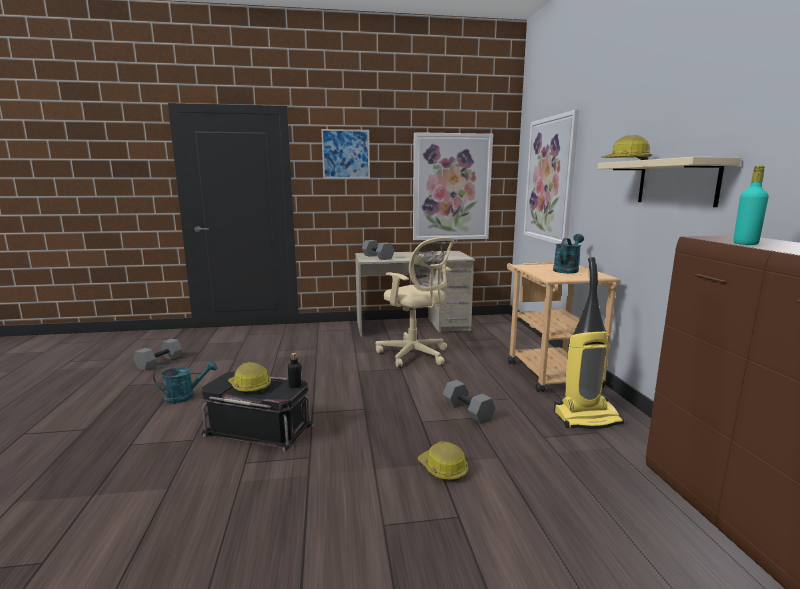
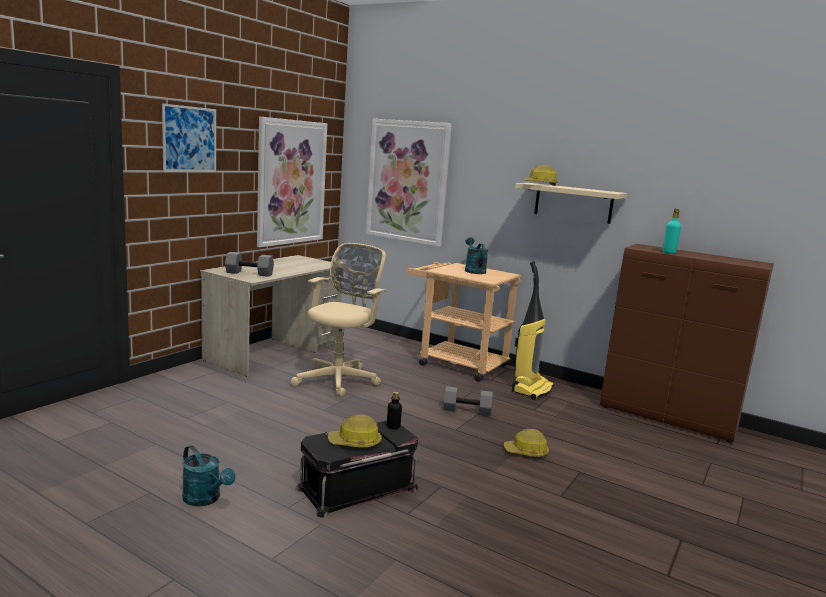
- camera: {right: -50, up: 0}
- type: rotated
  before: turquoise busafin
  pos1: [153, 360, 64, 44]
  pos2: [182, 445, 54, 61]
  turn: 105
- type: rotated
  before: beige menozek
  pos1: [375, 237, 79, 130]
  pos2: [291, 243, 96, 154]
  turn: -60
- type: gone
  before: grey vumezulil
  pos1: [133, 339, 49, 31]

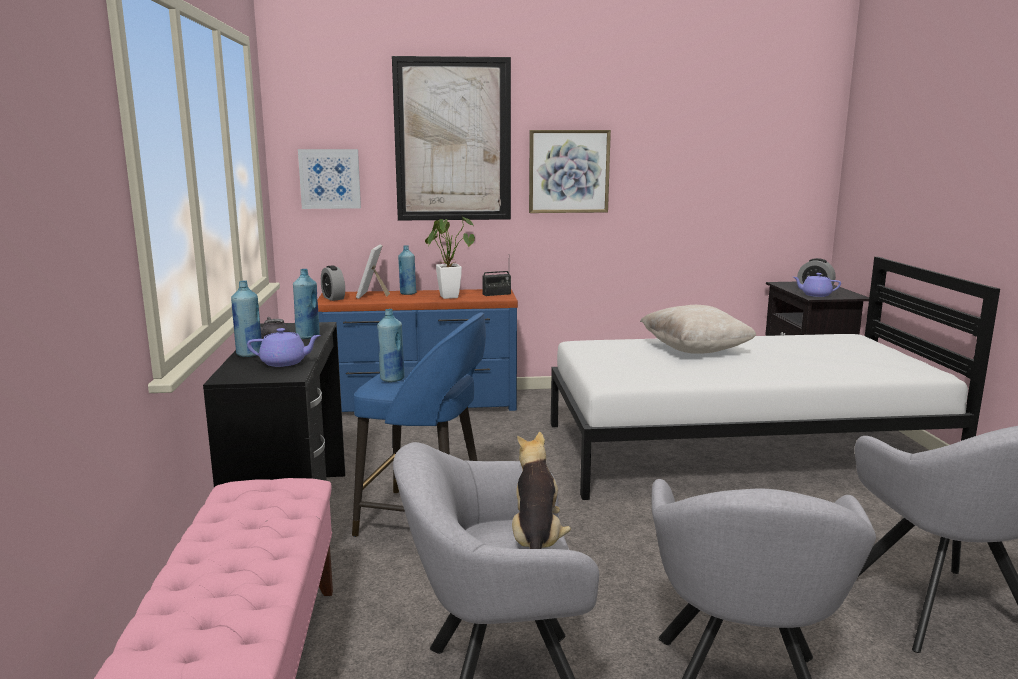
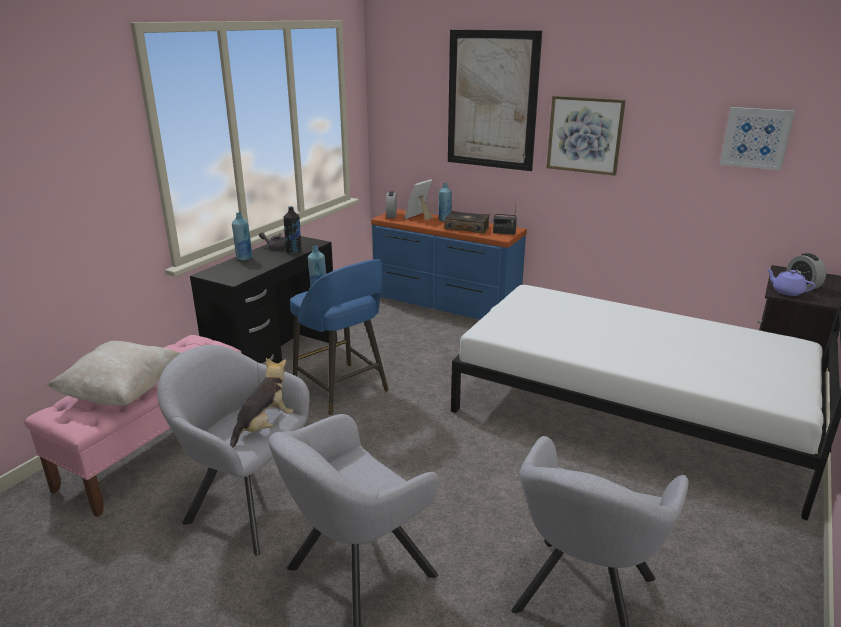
- camera: {right: 35, up: 10}
- type: shifted
  before: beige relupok
  pos1: [640, 305, 116, 49]
  pos2: [47, 341, 133, 65]
- type: repainted
  before: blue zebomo
  after: black zebomo
  pos1: [293, 269, 27, 70]
  pos2: [284, 207, 17, 46]
- type: swapped
  before: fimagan
  after: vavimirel
  pos1: [425, 216, 50, 83]
  pos2: [444, 211, 46, 23]
- type: shifted
  before: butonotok
  pos1: [298, 149, 63, 60]
  pos2: [720, 107, 75, 63]
- type: gone
  before: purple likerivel
  pos1: [247, 328, 74, 39]

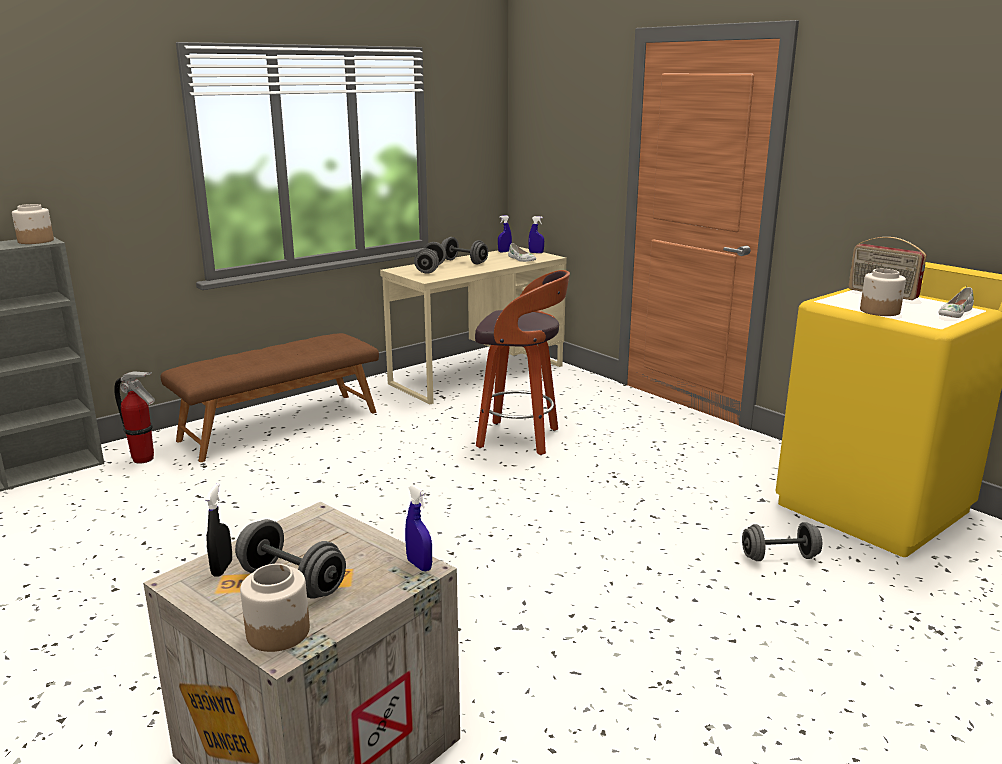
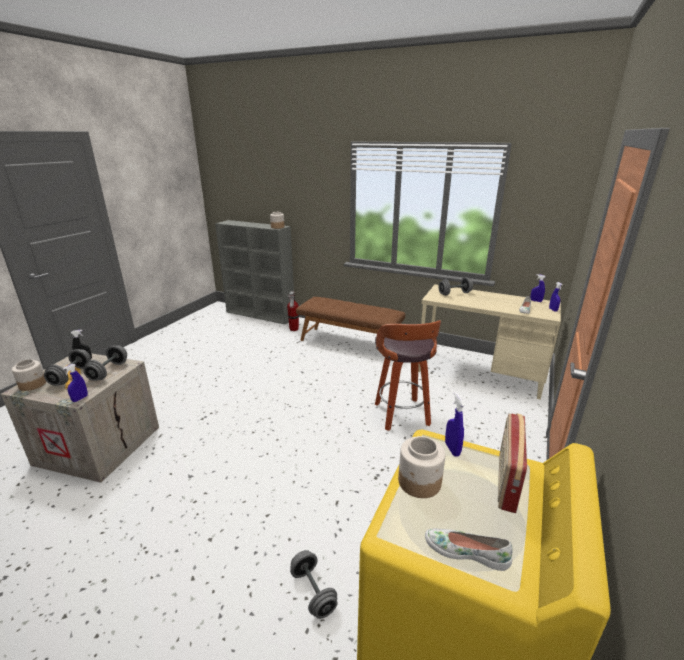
- camera: {right: 65, up: 5}
- type: shifted
  before: grey vumezulil
  pos1: [441, 237, 47, 27]
  pos2: [83, 345, 44, 36]
- type: new
  after: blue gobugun
  pos2: [445, 392, 20, 65]

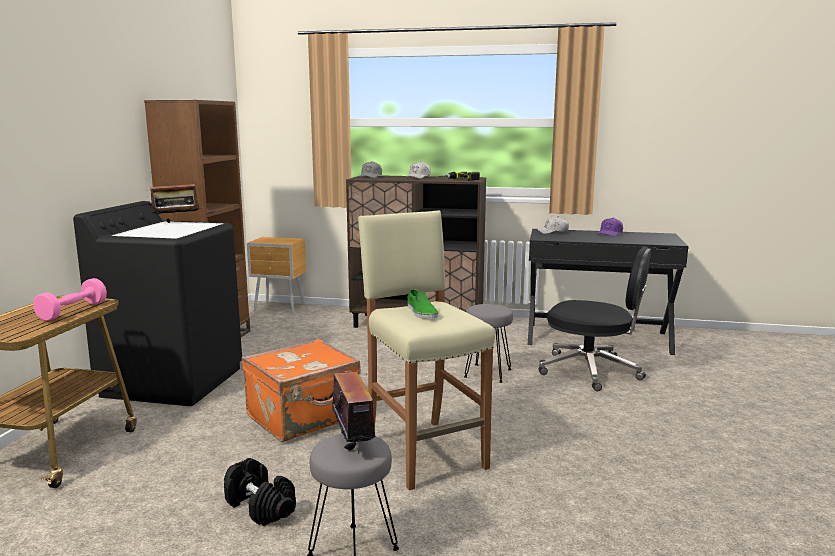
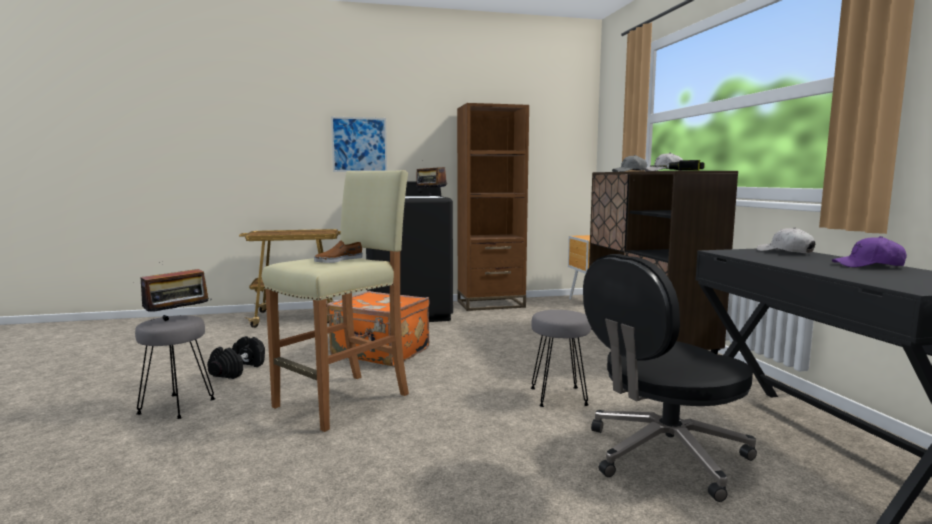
- camera: {right: 65, up: -5}
- type: repainted
  before: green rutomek
  after: brown rutomek
  pos1: [408, 289, 30, 30]
  pos2: [314, 240, 49, 23]
- type: new
  after: butonotok
  pos2: [331, 117, 56, 55]
- type: rotated
  before: black menozek
  pos1: [539, 246, 112, 145]
  pos2: [583, 254, 174, 248]
  turn: 60
- type: gone
  before: pink vumezulil
  pos1: [33, 278, 74, 43]

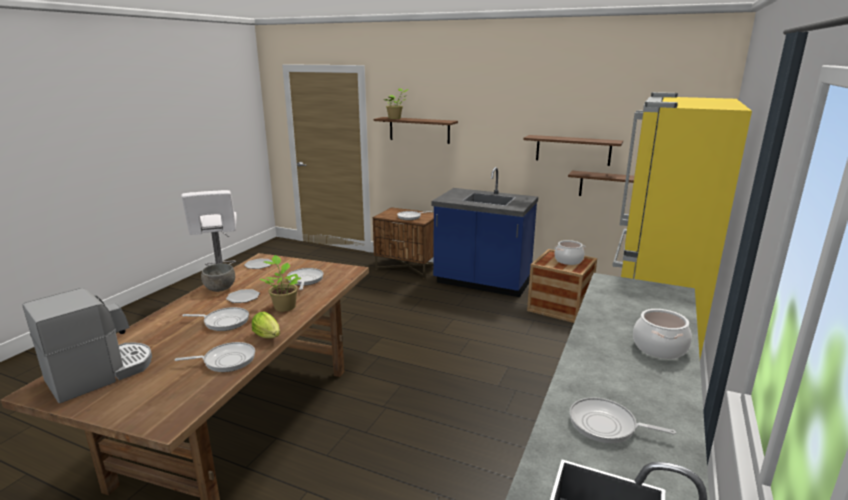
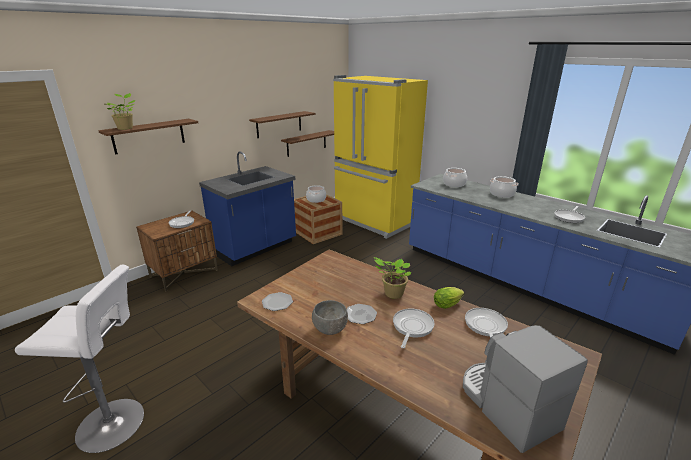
- camera: {right: -70, up: 5}
- type: new
  after: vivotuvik
  pos2: [443, 168, 24, 19]
- type: gone
  before: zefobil
  pos1: [287, 268, 36, 22]

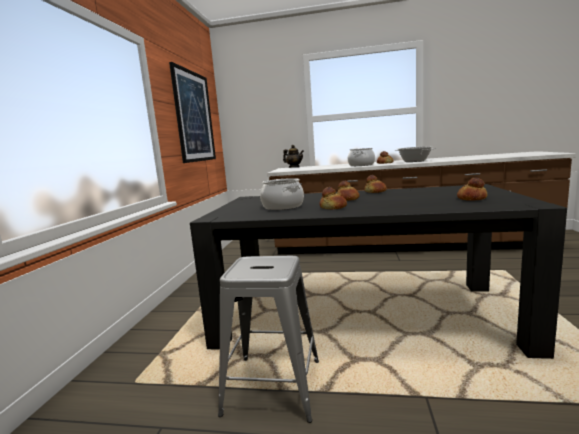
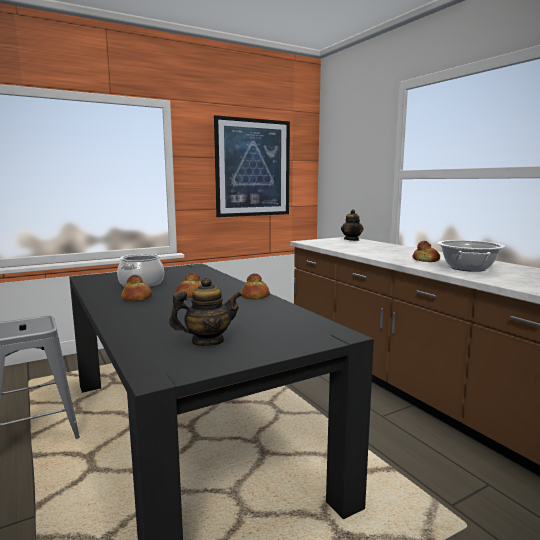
- camera: {right: 50, up: 0}
- type: swapped
  before: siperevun
  after: likerivel
  pos1: [457, 177, 30, 24]
  pos2: [169, 277, 73, 69]
- type: gone
  before: vivotuvik
  pos1: [348, 148, 27, 18]

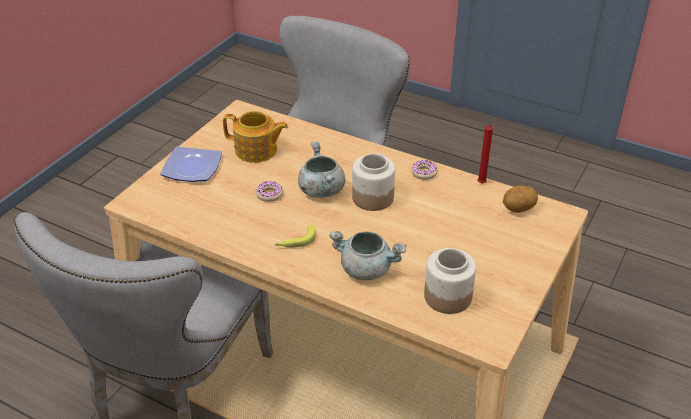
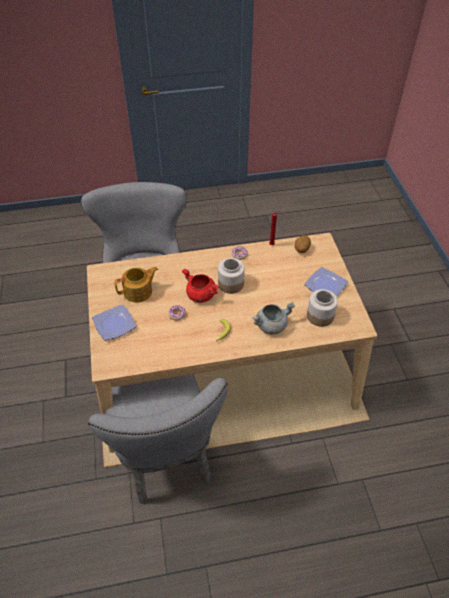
- camera: {right: -40, up: 10}
- type: repainted
  before: grey vivotuvik
  after: red vivotuvik
  pos1: [298, 142, 47, 56]
  pos2: [182, 269, 38, 34]
- type: new
  after: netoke
  pos2: [304, 267, 44, 29]

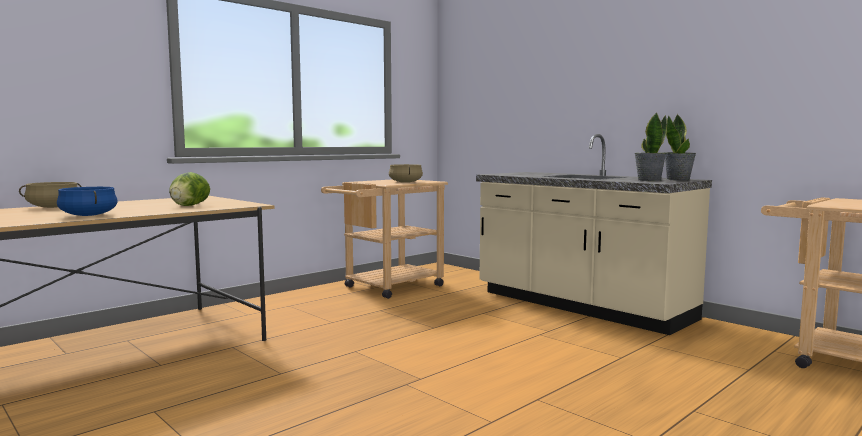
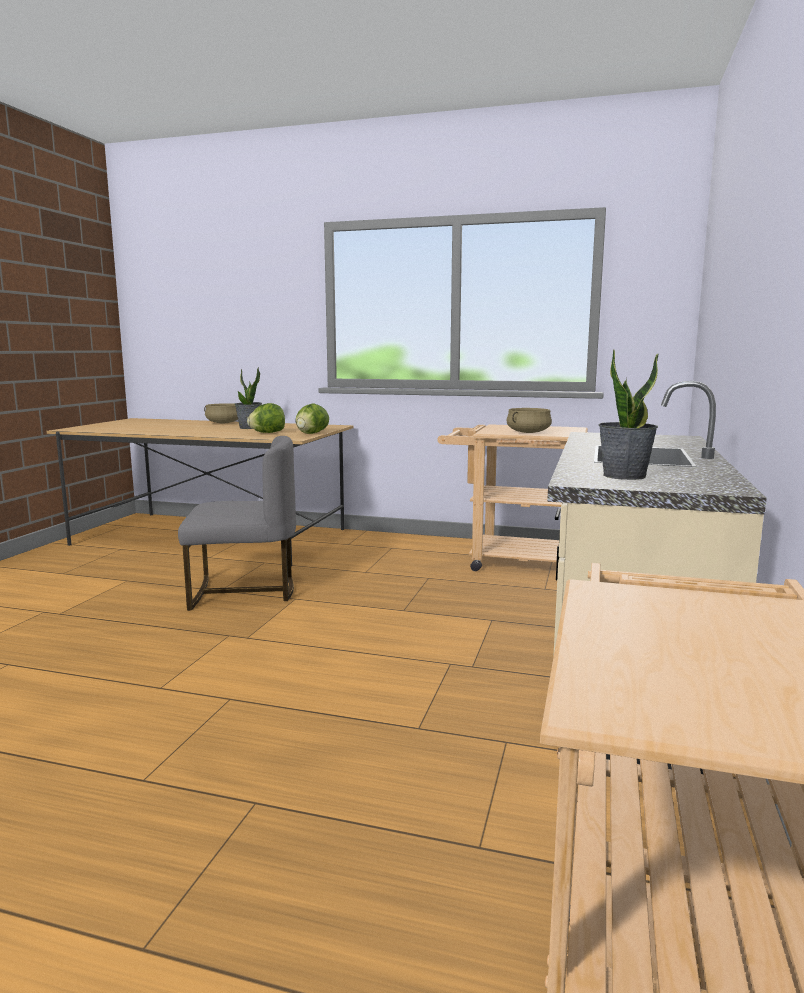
- camera: {right: 60, up: 5}
- type: new
  after: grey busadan
  pos2: [178, 436, 118, 175]
- type: shifted
  before: fimagan
  pos1: [665, 114, 31, 67]
  pos2: [235, 367, 27, 62]
- type: new
  after: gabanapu
  pos2: [295, 404, 34, 30]
- type: gone
  before: blue vivotuvik
  pos1: [57, 187, 61, 29]

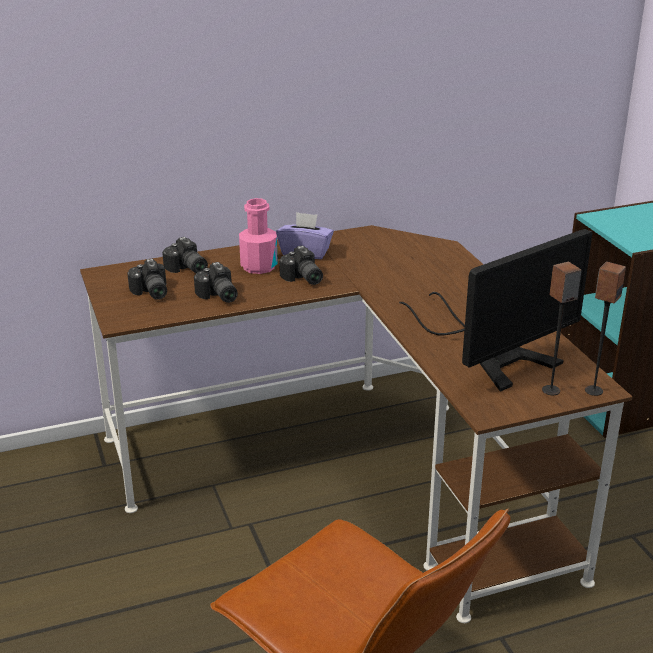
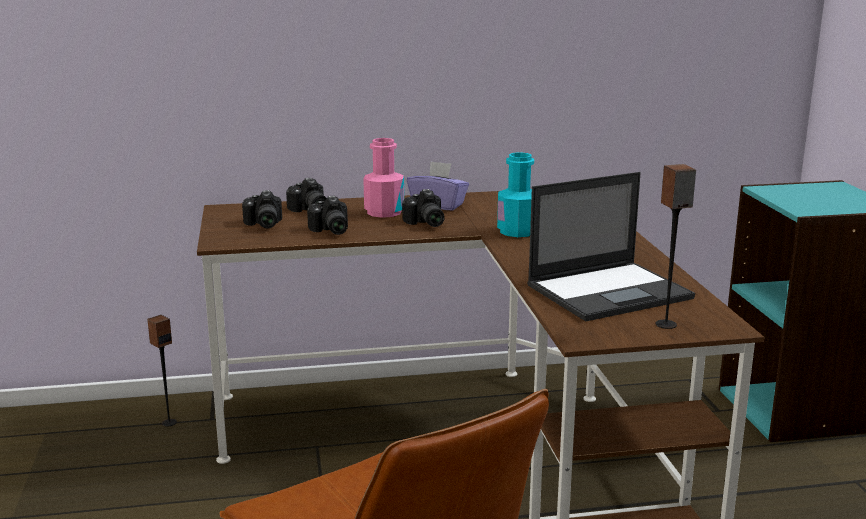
- camera: {right: 10, up: -10}
- type: shifted
  before: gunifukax
  pos1: [585, 262, 41, 134]
  pos2: [147, 315, 30, 111]
- type: new
  after: turquoise zebomo
  pos2: [497, 152, 37, 85]
- type: swapped
  before: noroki
  after: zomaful
  pos1: [399, 229, 193, 163]
  pos2: [527, 172, 168, 149]

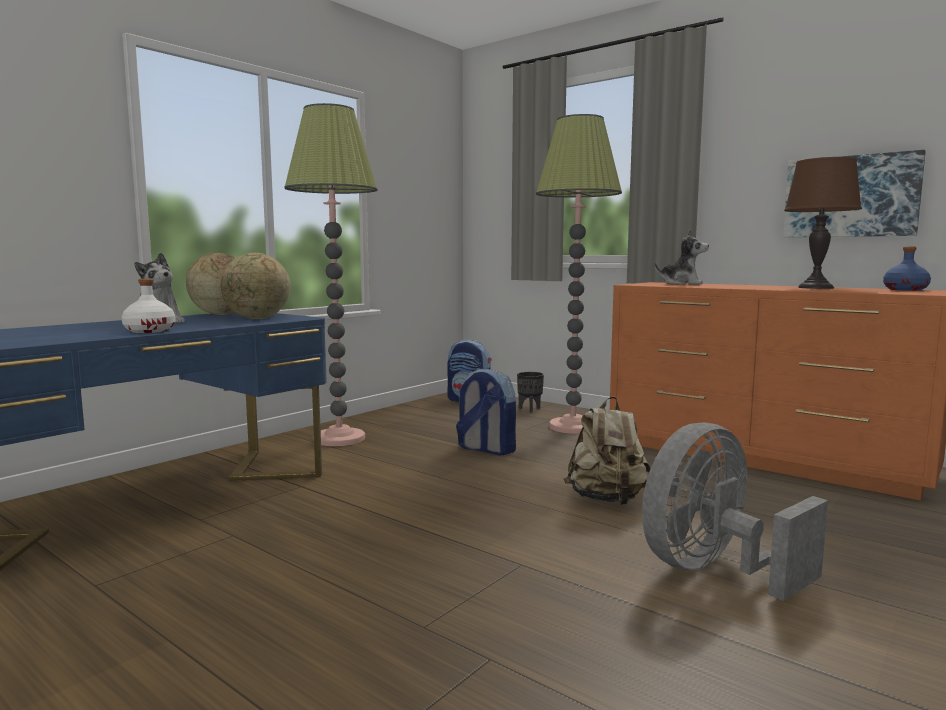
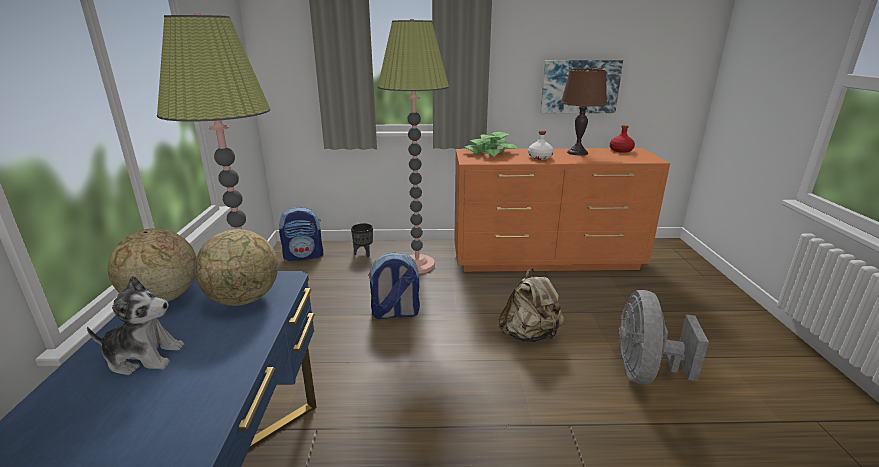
- camera: {right: -40, up: 15}
- type: swapped
  before: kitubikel
  after: fimagan
  pos1: [654, 230, 55, 55]
  pos2: [465, 132, 54, 25]
- type: shifted
  before: white zebomo
  pos1: [121, 279, 54, 54]
  pos2: [528, 130, 25, 30]
- type: repainted
  before: blue zebomo
  after: red zebomo
  pos1: [883, 247, 48, 44]
  pos2: [610, 125, 25, 28]

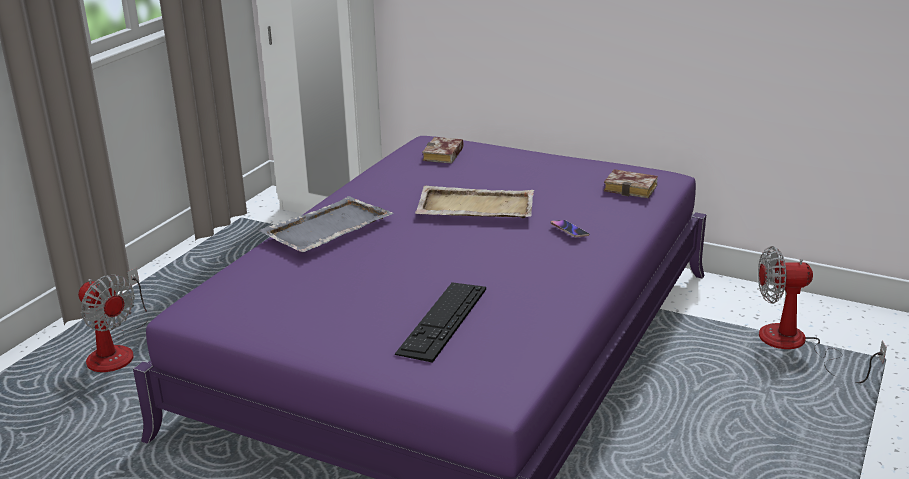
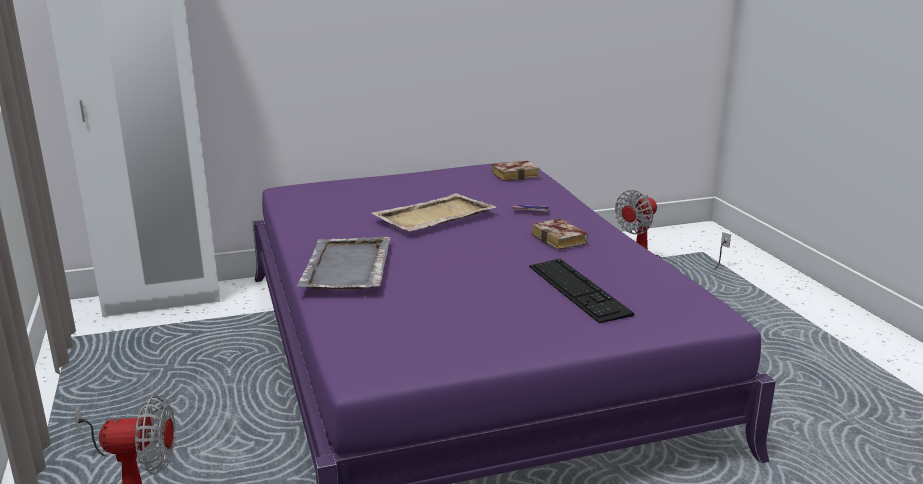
- camera: {right: -45, up: -5}
- type: shifted
  before: vavimirel
  pos1: [422, 137, 42, 27]
  pos2: [531, 218, 57, 32]

